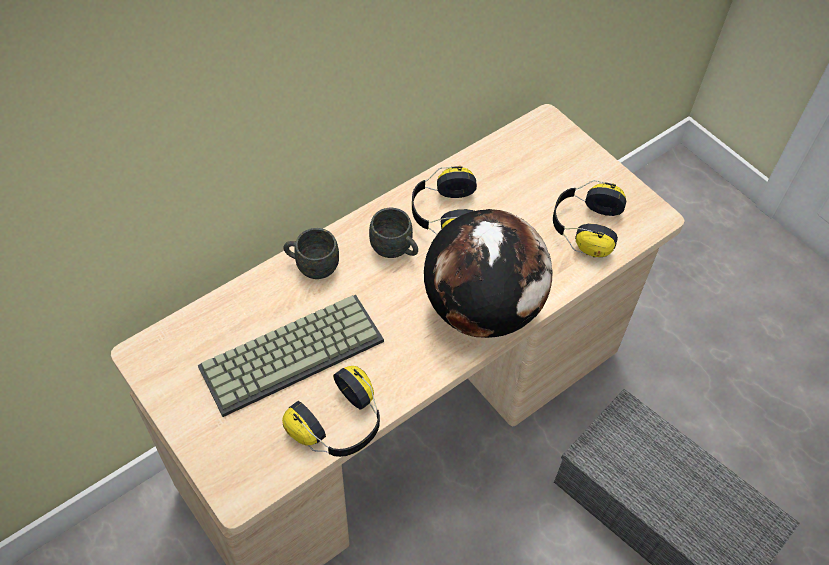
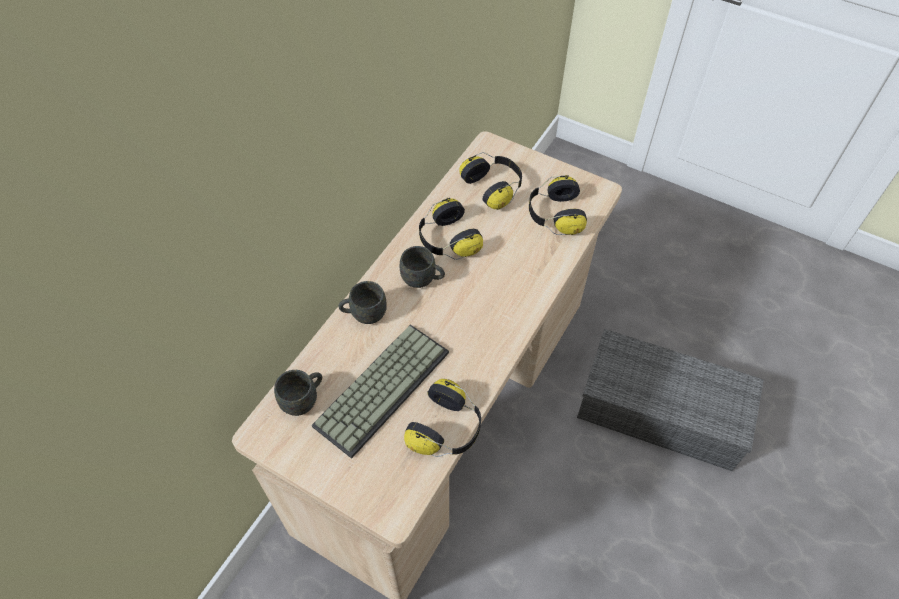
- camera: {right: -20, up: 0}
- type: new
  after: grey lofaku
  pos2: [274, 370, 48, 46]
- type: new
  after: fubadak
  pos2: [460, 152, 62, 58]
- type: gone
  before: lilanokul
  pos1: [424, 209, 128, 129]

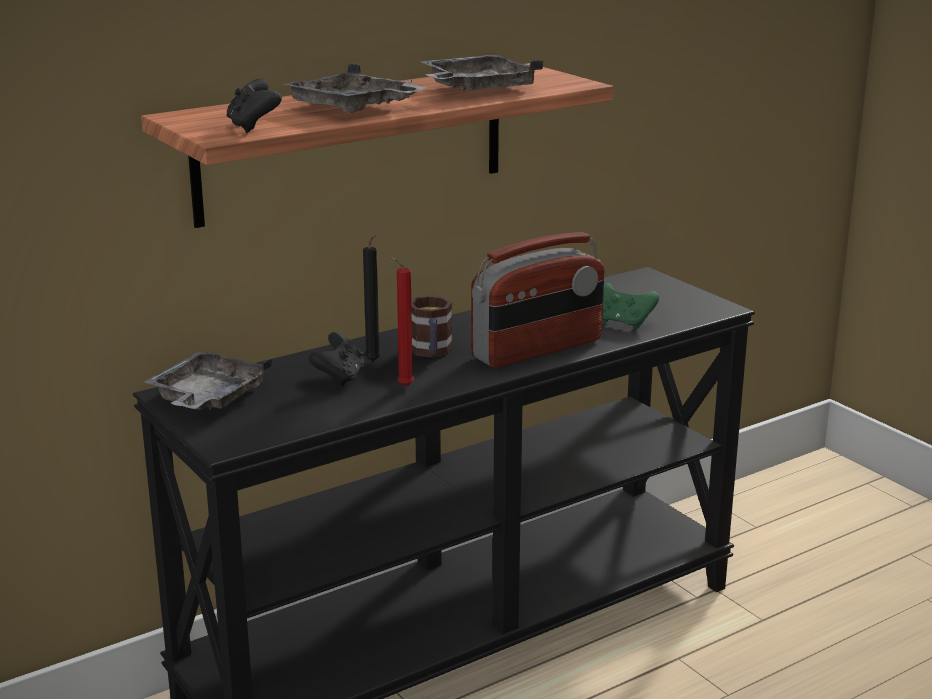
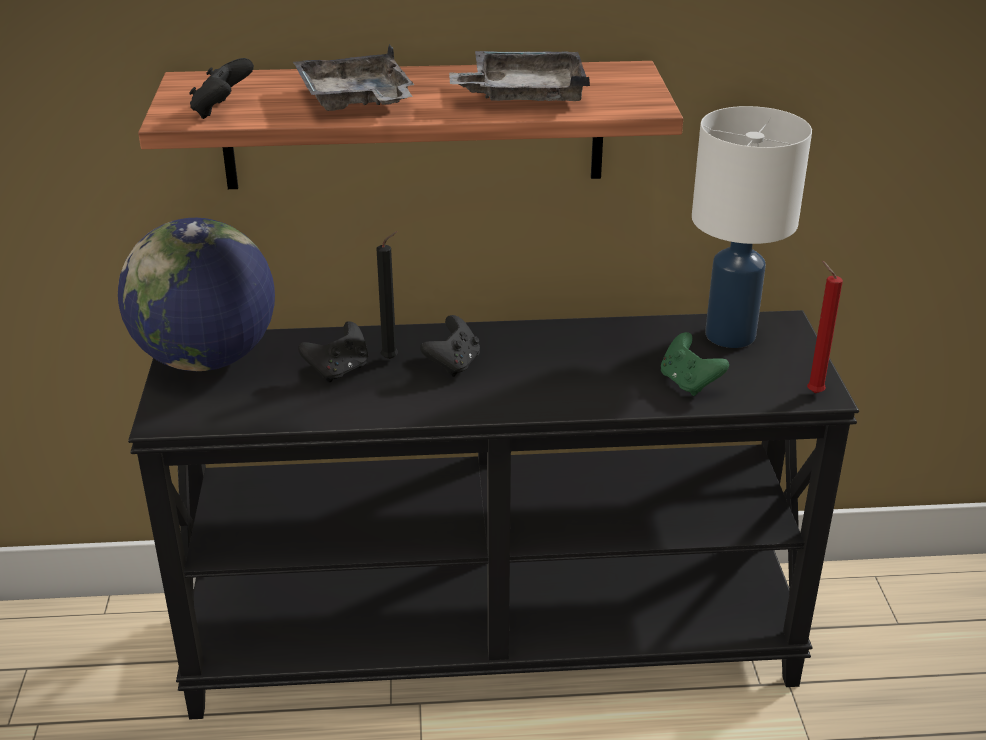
- camera: {right: 30, up: 10}
- type: swapped
  before: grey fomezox
  after: lilanokul
  pos1: [144, 351, 128, 59]
  pos2: [118, 218, 157, 153]
- type: swapped
  before: lofaku
  after: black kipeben
  pos1: [411, 295, 42, 63]
  pos2: [420, 315, 60, 62]
- type: new
  after: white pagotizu
  pos2: [692, 106, 120, 242]
- type: shifted
  before: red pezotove
  pos1: [389, 256, 25, 131]
  pos2: [807, 261, 36, 132]
- type: gone
  before: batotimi
  pos1: [471, 232, 134, 136]

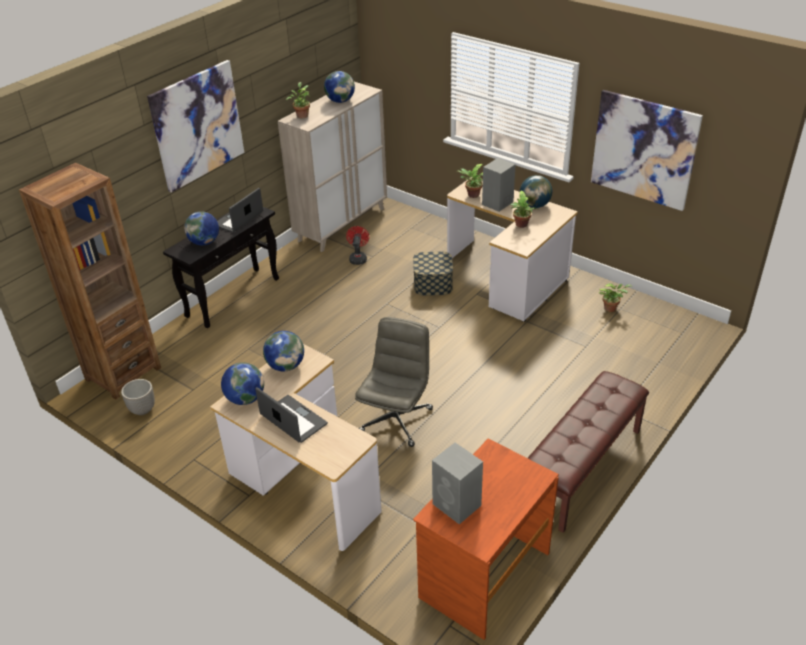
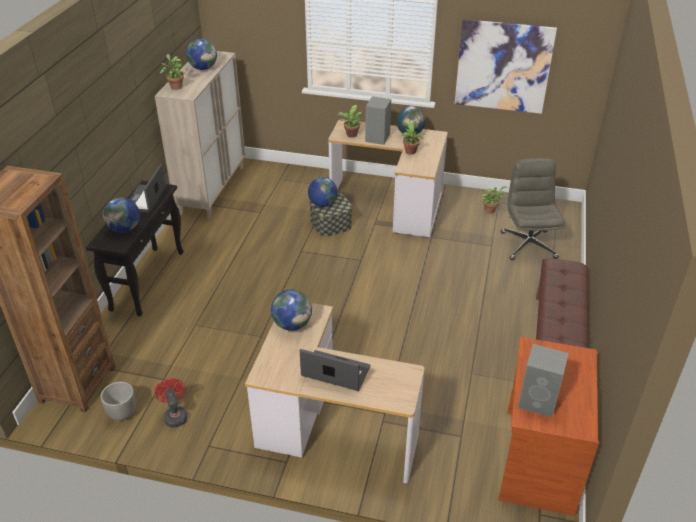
- camera: {right: -25, up: 0}
- type: shifted
  before: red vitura
  pos1: [346, 226, 23, 39]
  pos2: [154, 378, 34, 49]
- type: shifted
  before: lilanokul
  pos1: [221, 362, 43, 43]
  pos2: [308, 177, 30, 30]
- type: shifted
  before: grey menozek
  pos1: [355, 317, 78, 130]
  pos2: [501, 159, 64, 101]
- type: gone
  before: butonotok
  pos1: [147, 60, 97, 133]

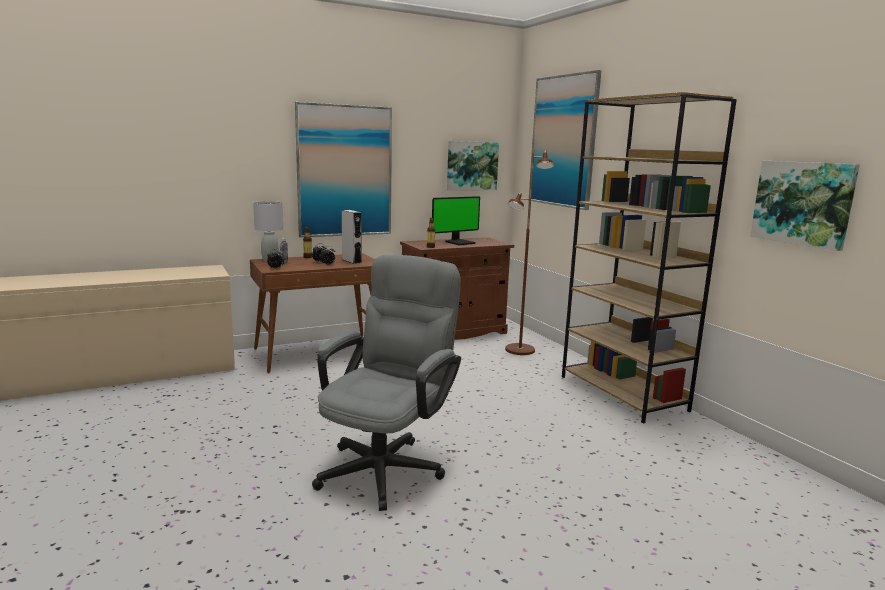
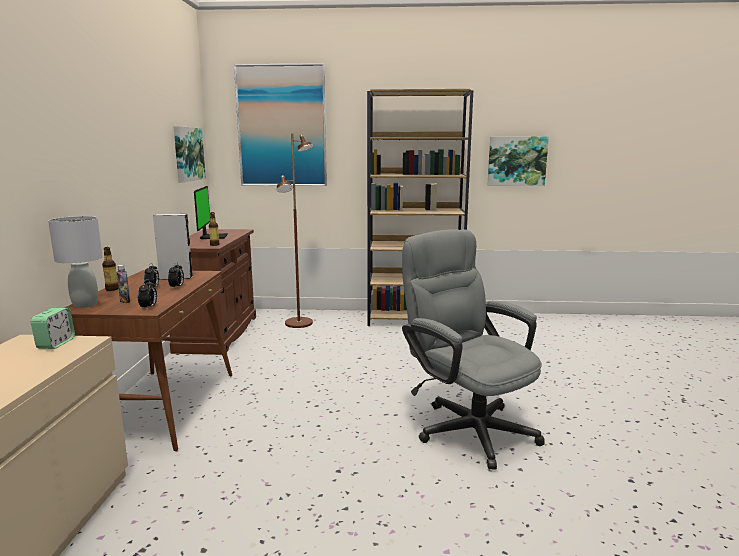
- camera: {right: -60, up: 0}
- type: new
  after: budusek
  pos2: [31, 308, 44, 41]
- type: gone
  before: butonotok
  pos1: [295, 102, 97, 135]

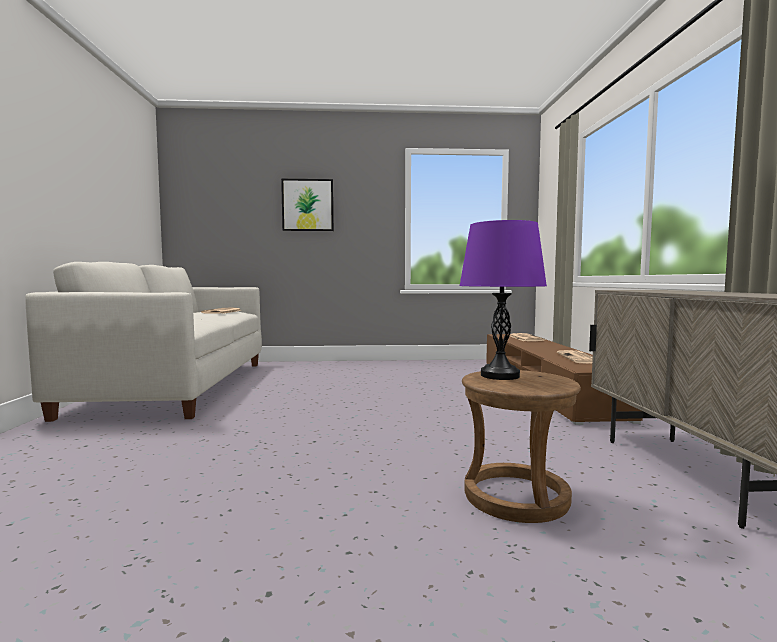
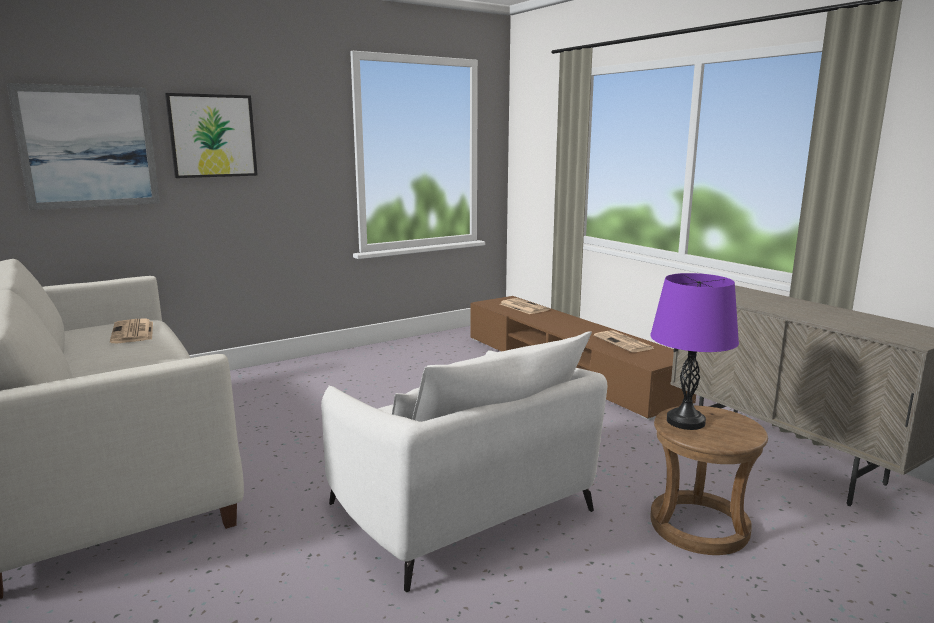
- camera: {right: -30, up: 10}
- type: new
  after: butonotok
  pos2: [7, 83, 153, 127]
- type: new
  after: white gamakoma
  pos2: [321, 331, 286, 262]

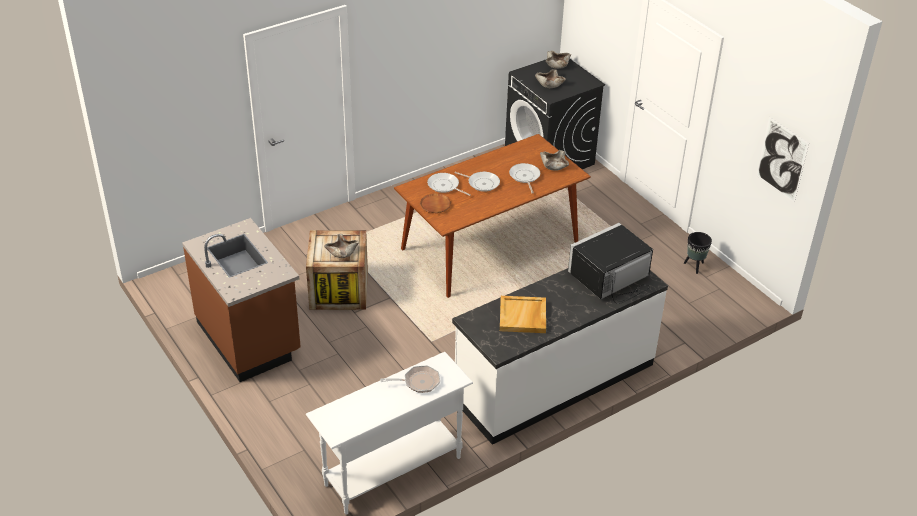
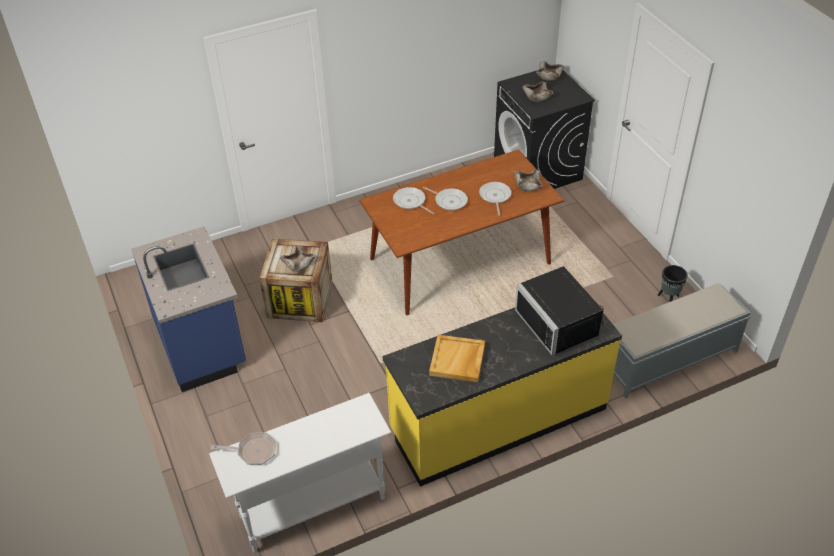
- camera: {right: 10, up: 5}
- type: repainted
  before: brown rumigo
  after: blue rumigo
  pos1: [182, 218, 119, 164]
  pos2: [131, 226, 115, 166]
- type: shifted
  before: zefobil
  pos1: [380, 365, 60, 28]
  pos2: [211, 433, 65, 32]
- type: repainted
  before: white rumigo
  after: yellow rumigo
  pos1: [452, 268, 216, 177]
  pos2: [383, 308, 239, 179]
- type: rotated
  before: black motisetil
  pos1: [568, 223, 85, 81]
  pos2: [515, 266, 89, 89]
  turn: -90
- type: new
  after: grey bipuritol
  pos2: [613, 284, 138, 115]
- type: gone
  before: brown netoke
  pos1: [420, 193, 31, 20]
- type: gone
  before: butonotok
  pos1: [756, 117, 53, 86]

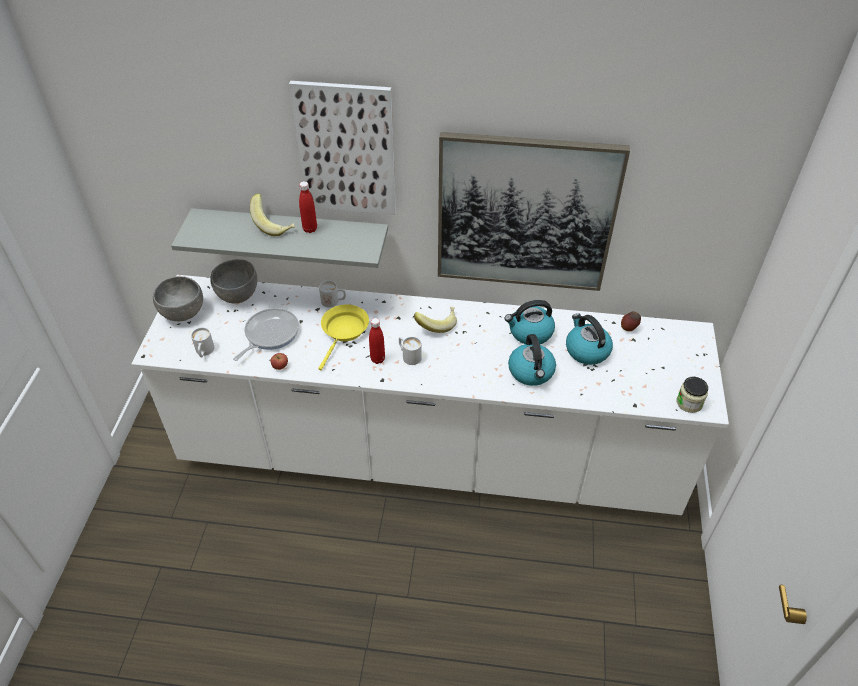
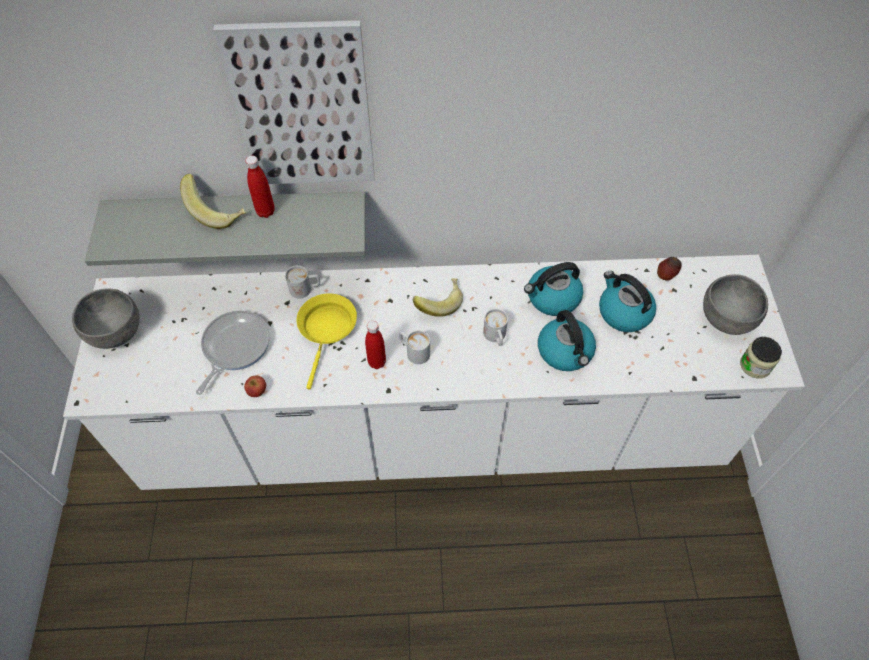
- camera: {right: -10, up: 10}
- type: shifted
  before: white lofaku
  pos1: [191, 327, 23, 31]
  pos2: [483, 309, 25, 37]
- type: shifted
  before: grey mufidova
  pos1: [210, 259, 47, 44]
  pos2: [703, 274, 65, 61]
- type: gone
  before: butonotok
  pos1: [438, 132, 192, 159]

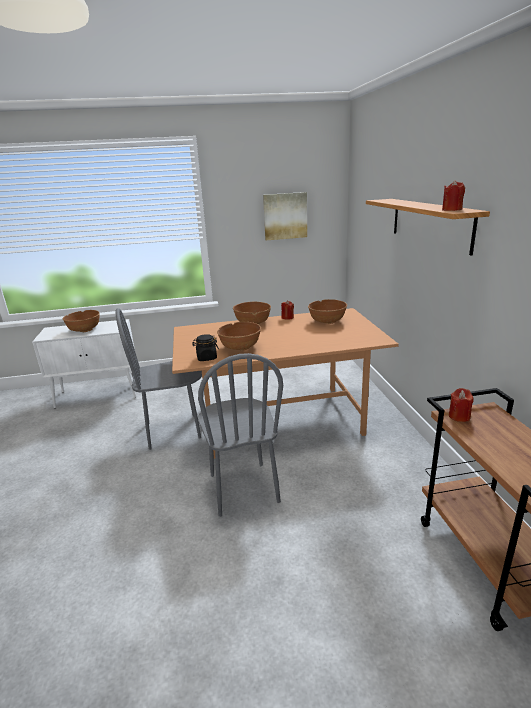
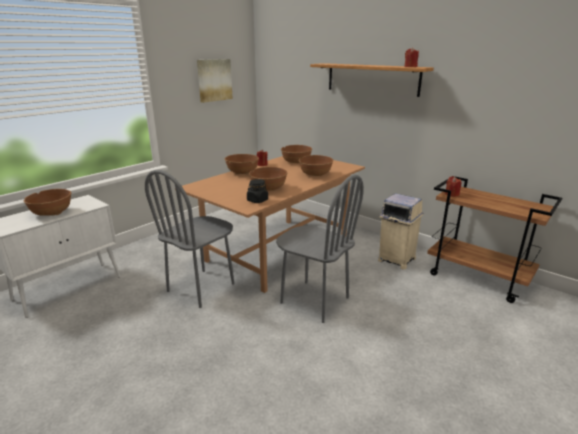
- camera: {right: -40, up: 0}
- type: new
  after: brown mufidova
  pos2: [299, 155, 34, 21]
- type: new
  after: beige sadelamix
  pos2: [378, 193, 45, 77]

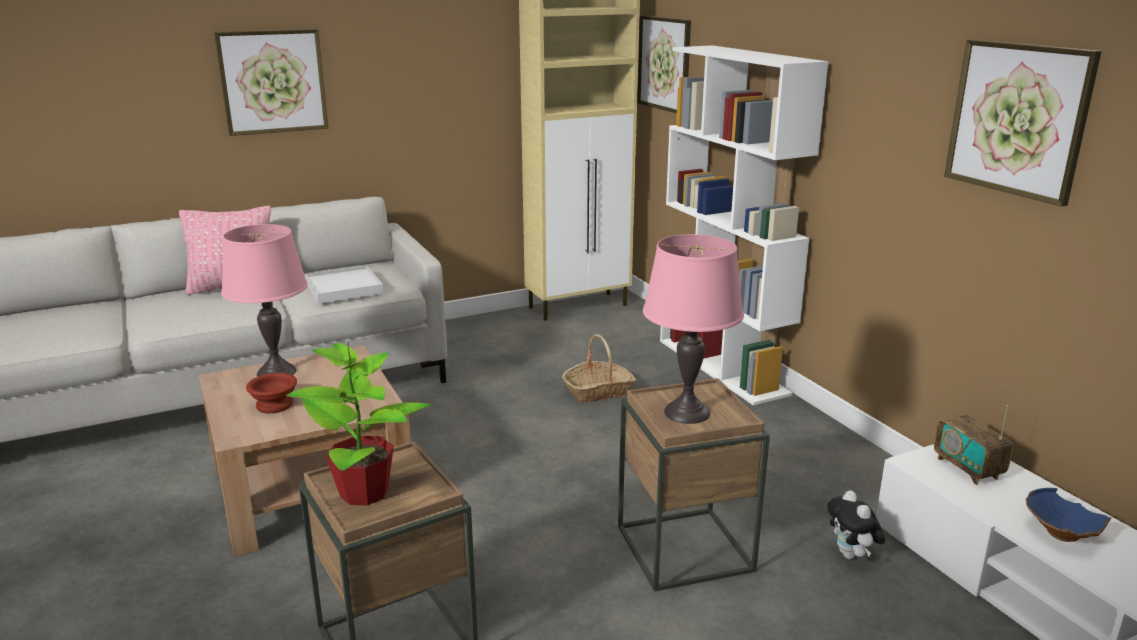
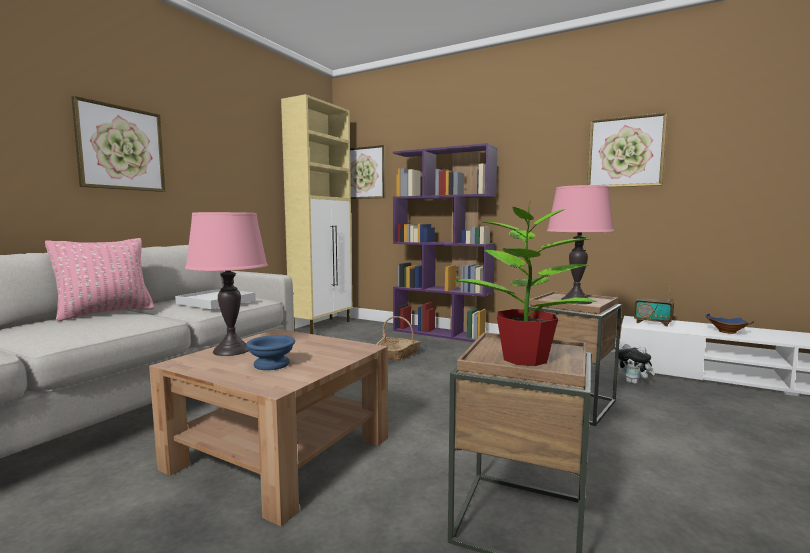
- camera: {right: -35, up: -15}
- type: repainted
  before: brown mufidova
  after: blue mufidova
  pos1: [246, 373, 51, 40]
  pos2: [246, 335, 49, 35]
- type: repainted
  before: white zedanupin
  after: purple zedanupin
  pos1: [660, 45, 169, 360]
  pos2: [393, 143, 105, 199]

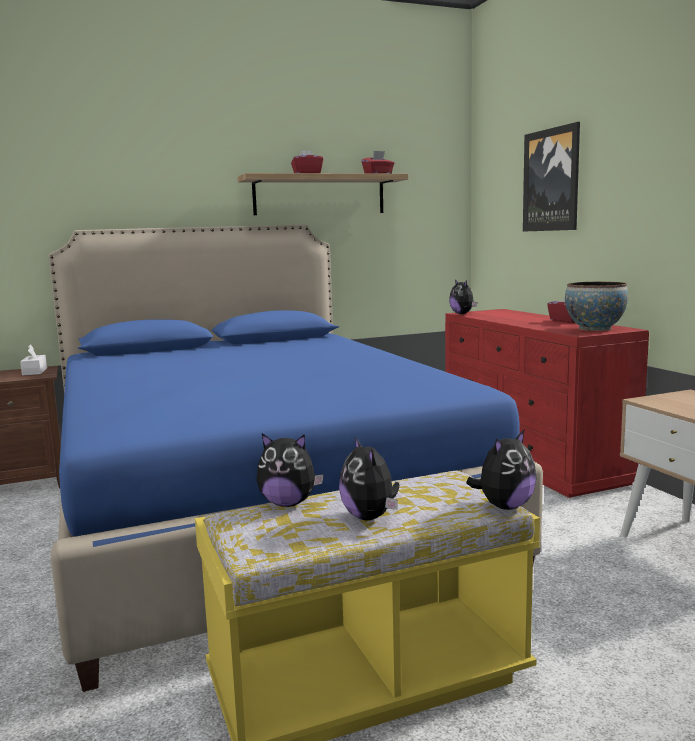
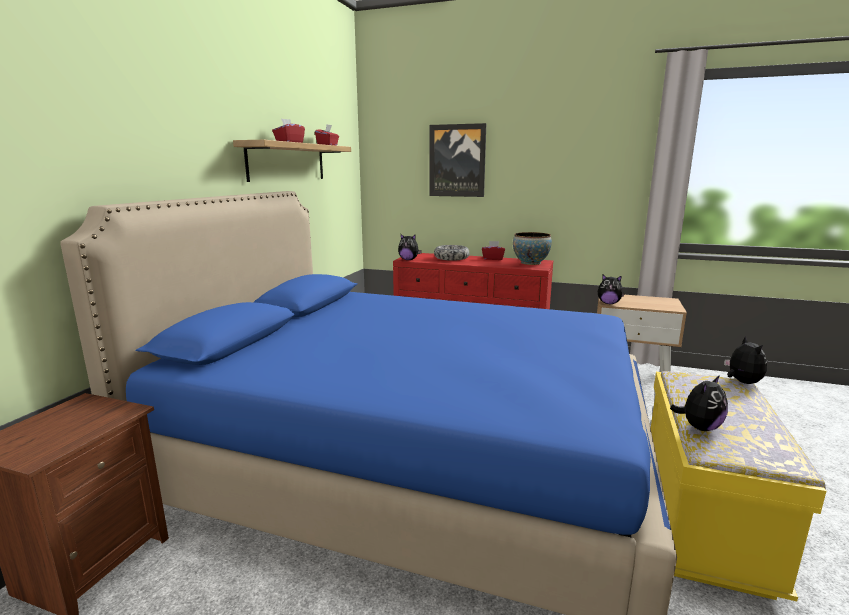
- camera: {right: -50, up: 5}
- type: new
  after: mufidova
  pos2: [434, 245, 35, 16]
- type: shifted
  before: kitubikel
  pos1: [339, 437, 60, 83]
  pos2: [598, 275, 27, 29]
- type: gone
  before: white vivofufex
  pos1: [20, 345, 27, 31]

